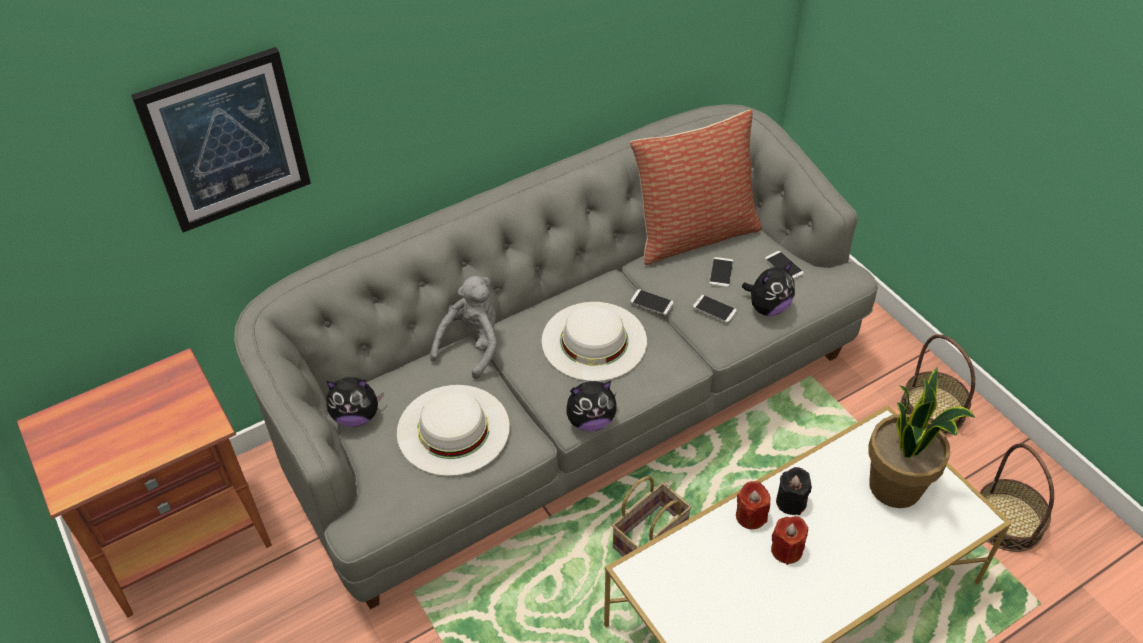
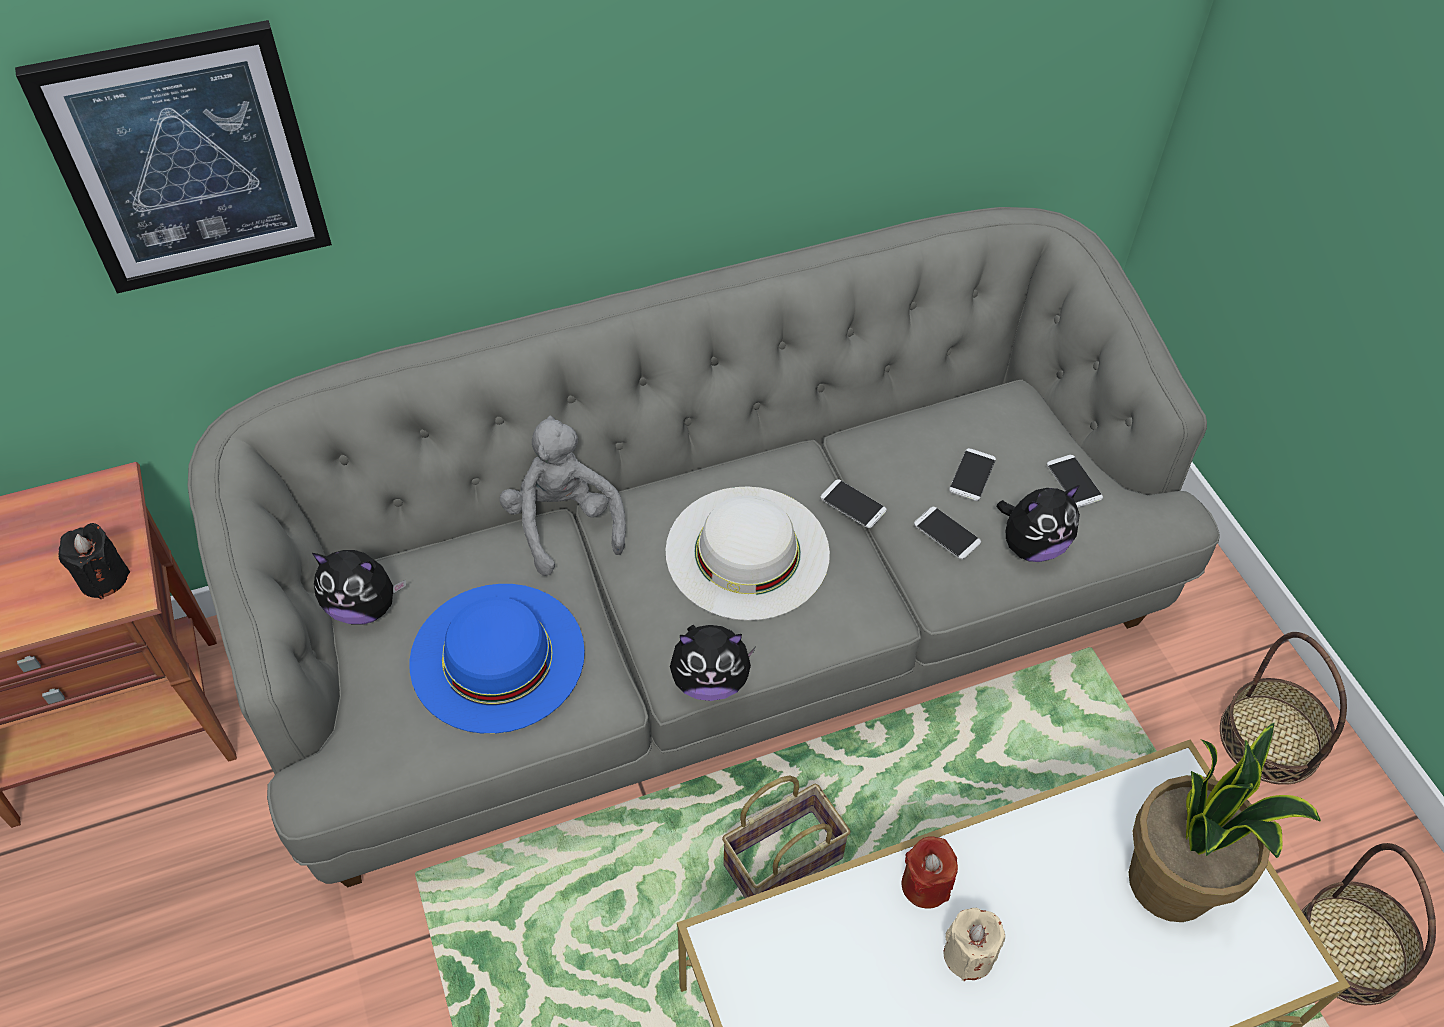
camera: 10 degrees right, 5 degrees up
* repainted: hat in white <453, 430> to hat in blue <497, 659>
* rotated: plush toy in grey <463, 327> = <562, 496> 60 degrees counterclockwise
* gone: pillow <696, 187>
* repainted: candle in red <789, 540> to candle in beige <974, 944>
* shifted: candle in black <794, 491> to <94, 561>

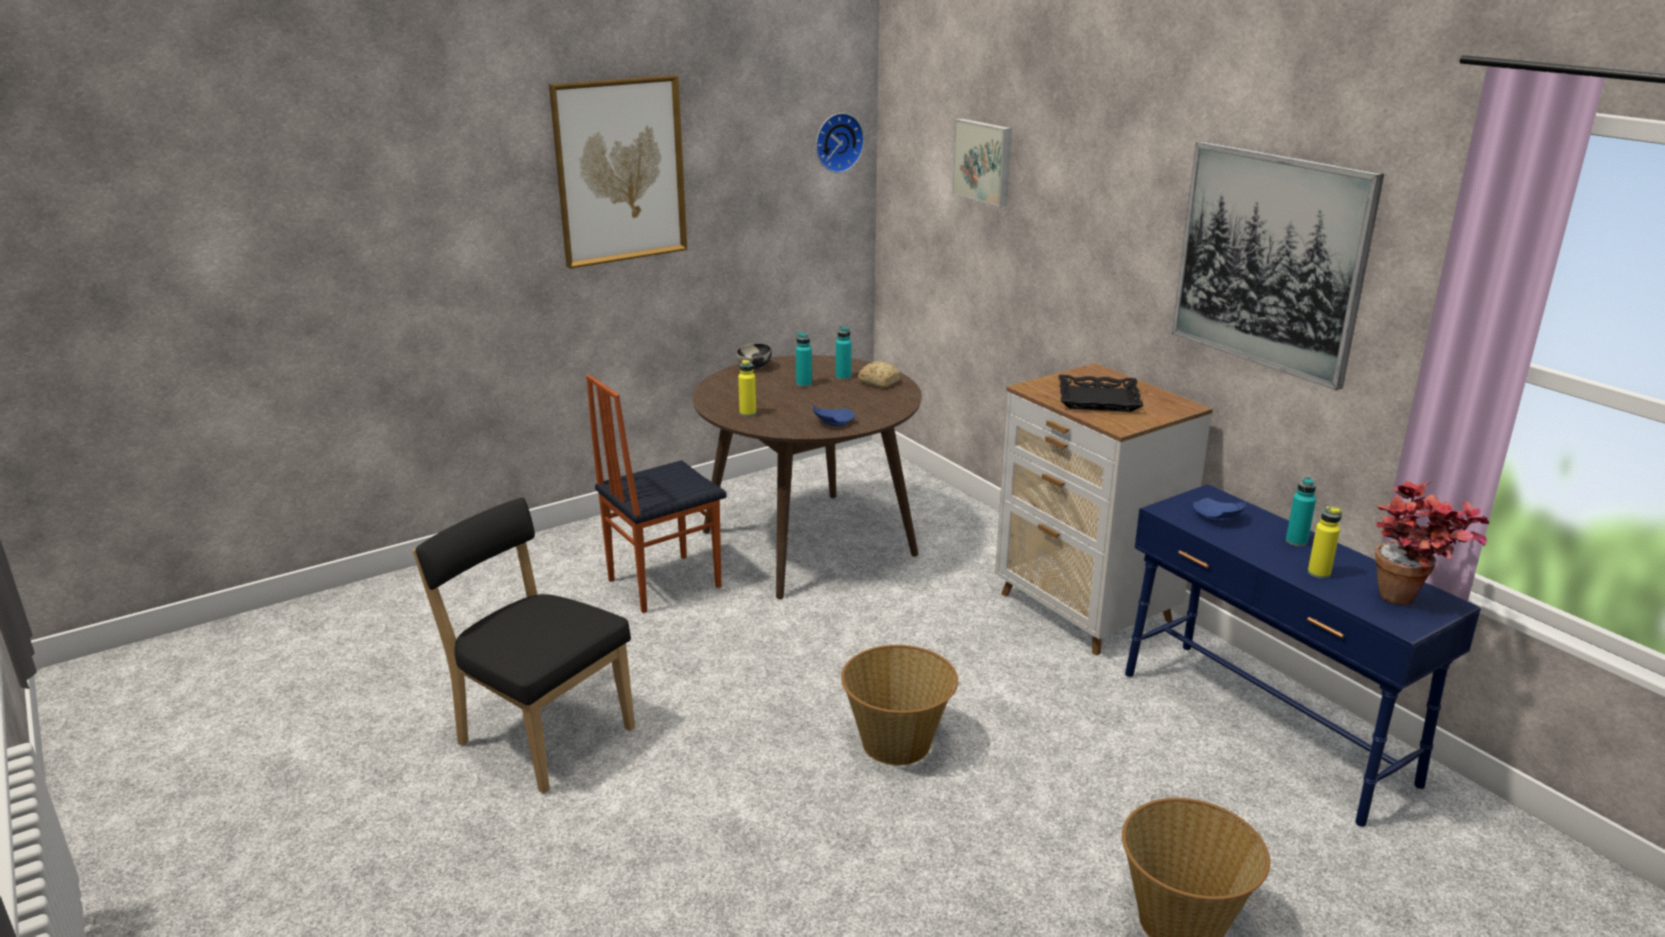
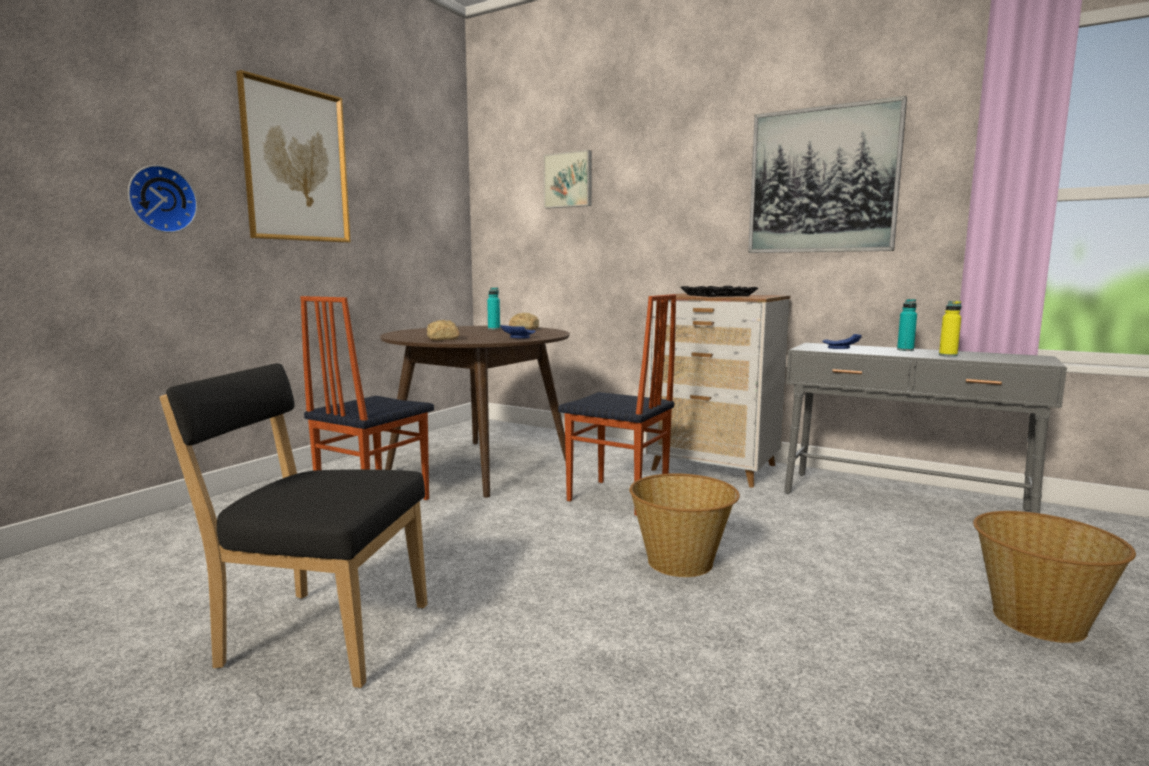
camera: 25 degrees left, 15 degrees down
* gone: bowl <754, 356>
* swapped: bottle in yellow <747, 388> to bread <443, 330>
* gone: bottle in turquoise <804, 360>
* shifted: wall clock <840, 143> to <163, 199>
* repainted: console table in blue <1303, 655> to console table in grey <925, 428>
* gone: potted plant <1432, 543>
* new: chair <617, 405>

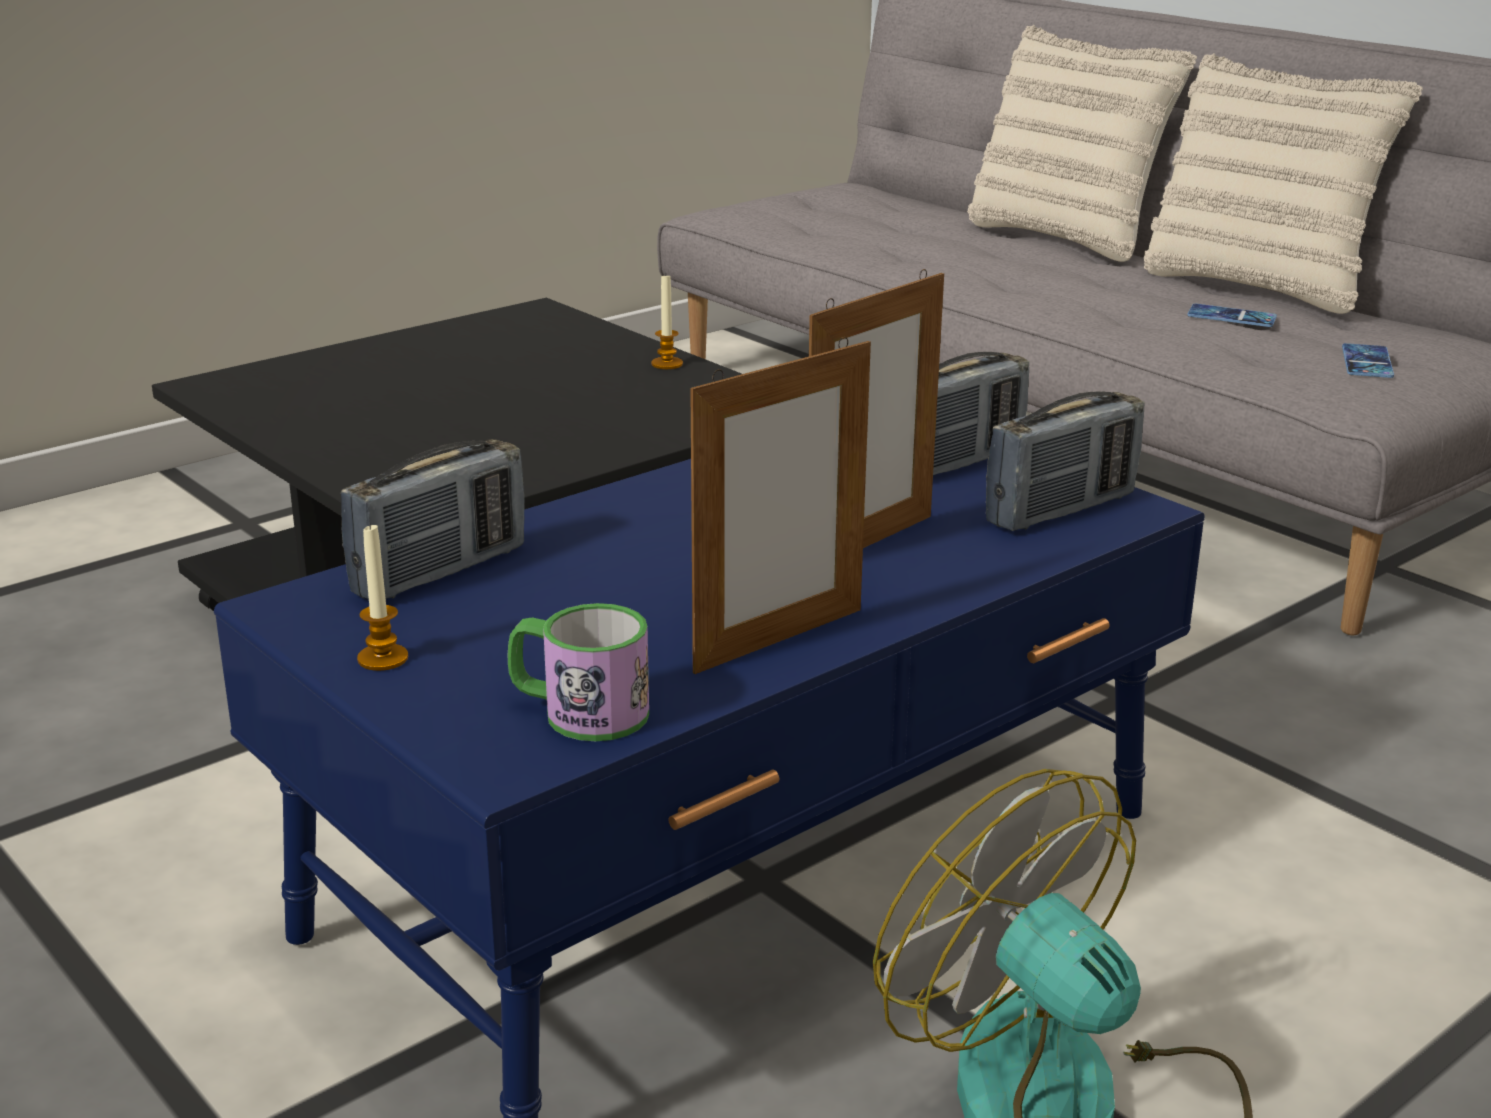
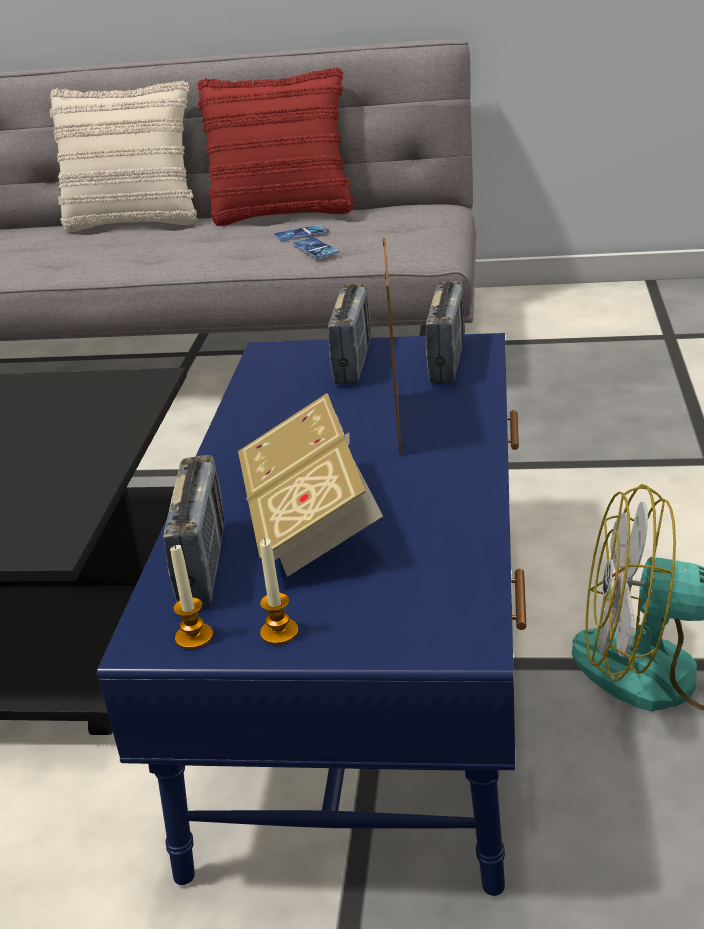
camera: 40 degrees left, 5 degrees up
* gone: mug <578, 672>
* shifted: candle <667, 321> to <191, 597>
* gone: picture frame <780, 505>
* repainted: pillow in beige <1283, 183> to pillow in red <275, 146>
* shifted: phone <1368, 360> to <316, 247>
* new: book <310, 485>

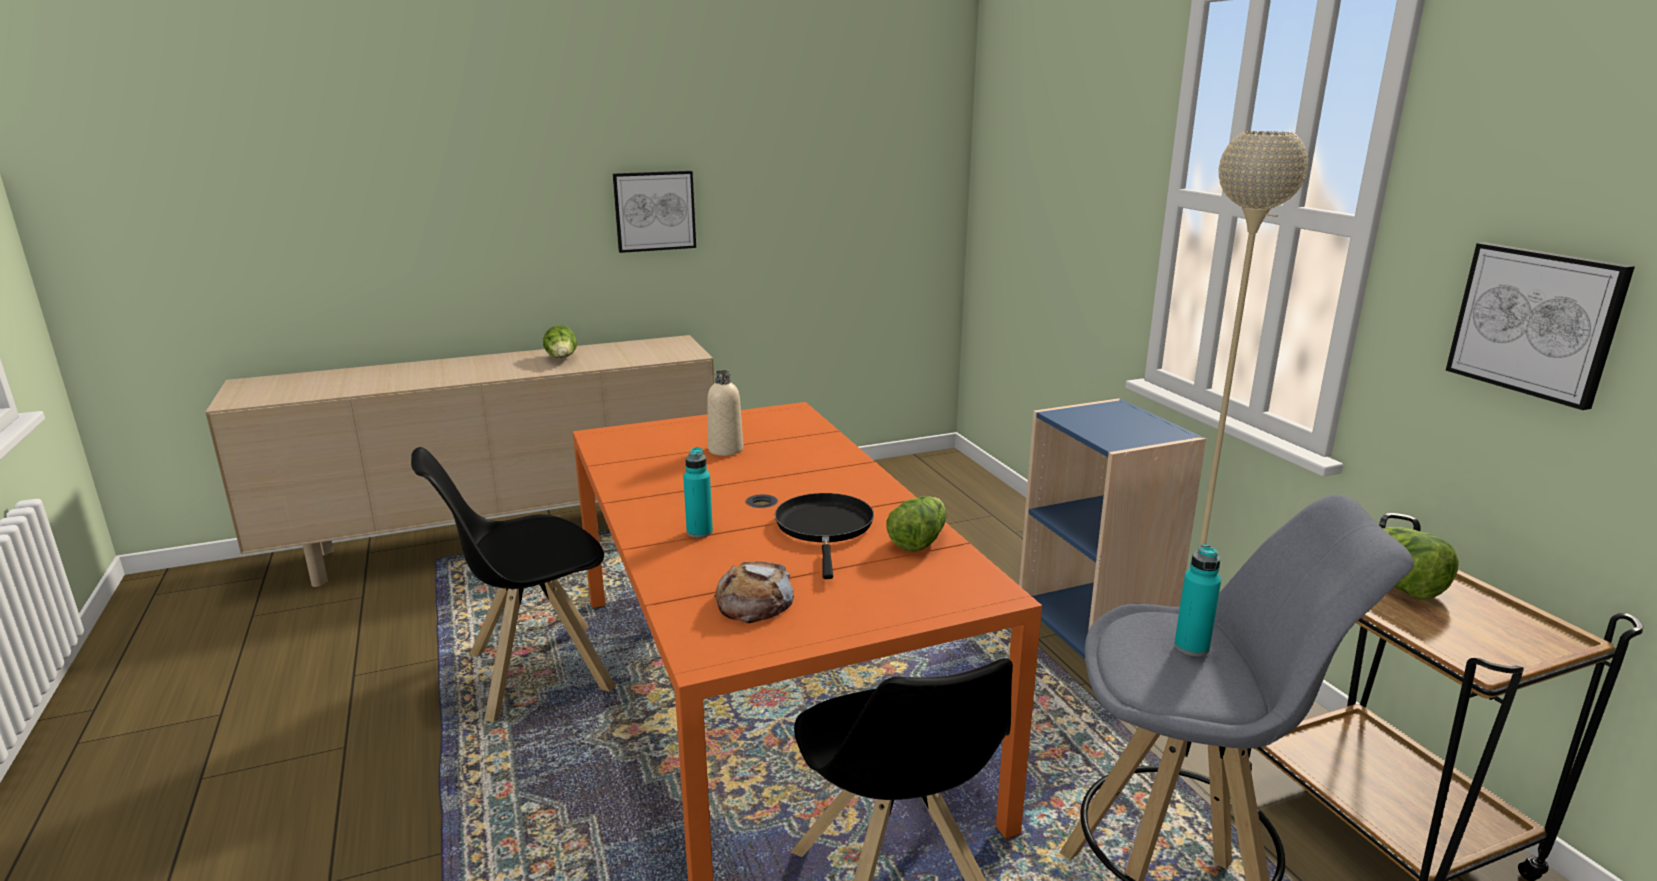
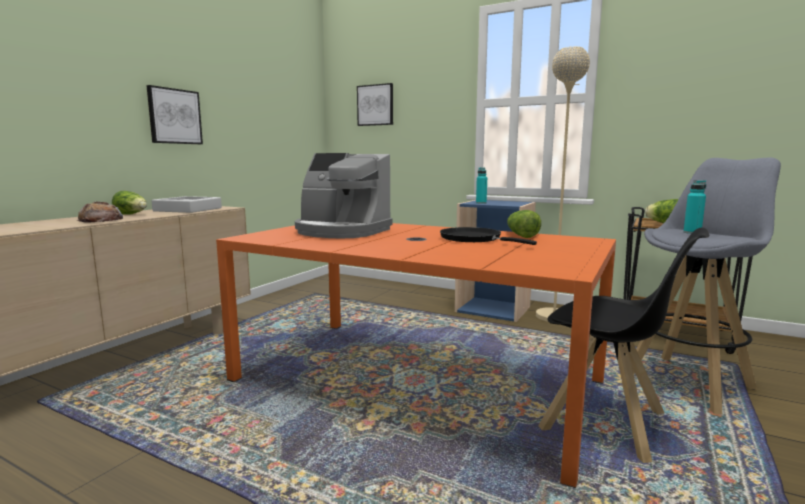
camera: 40 degrees left, 10 degrees down
* gone: chair in black <513, 584>
* shifted: bottle in turquoise <698, 492> to <481, 185>
* swapped: bottle in beige <725, 413> to coffee machine <344, 196>
* shifted: bread <754, 592> to <99, 211>
* shifted: picture <1540, 326> to <375, 104>
* new: tray in grey <187, 204>

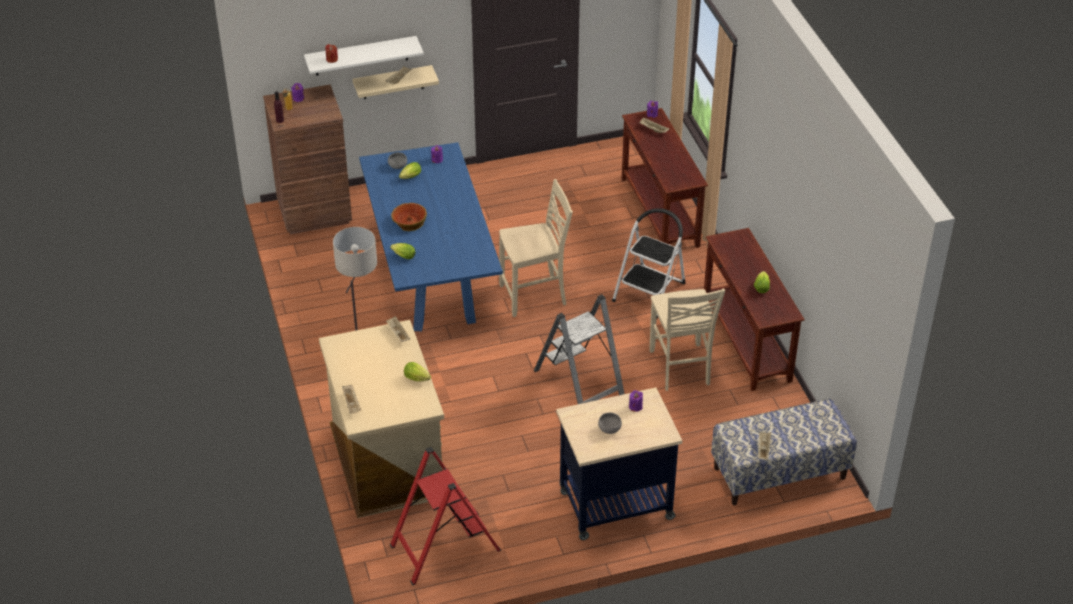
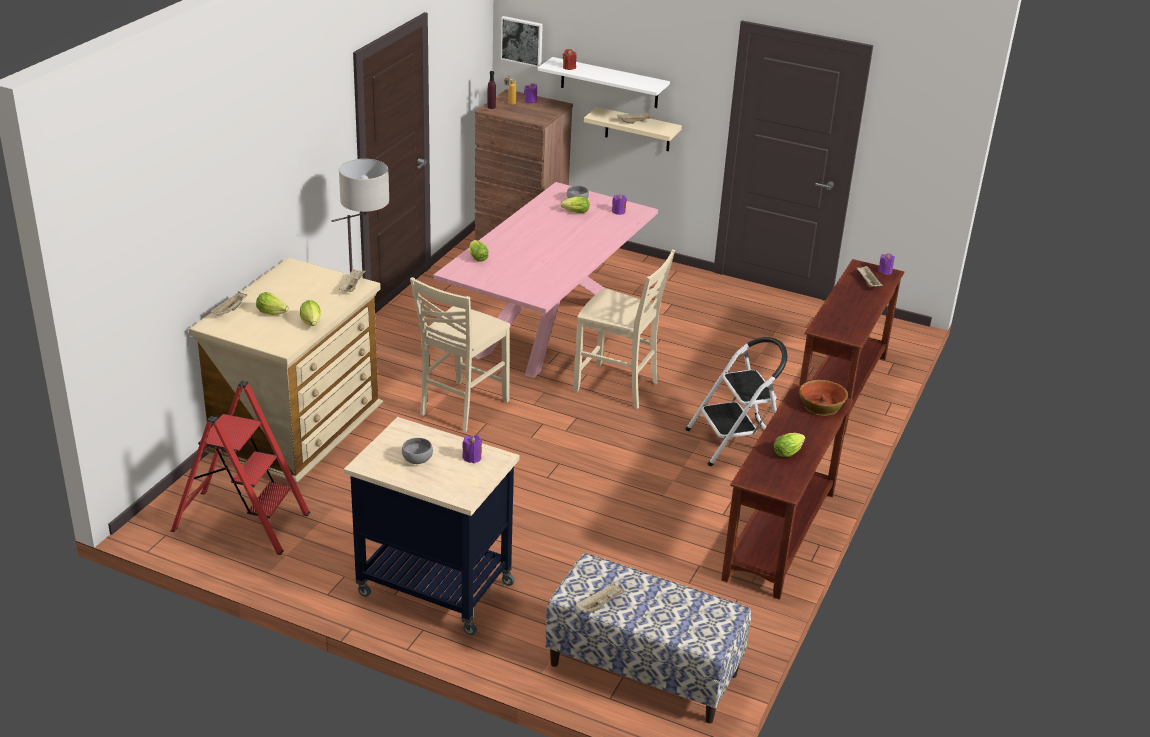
camera: 40 degrees right, 10 degrees down
* repainted: dining table in blue <431, 236> to dining table in pink <545, 280>
* shifted: bowl <409, 217> to <823, 398>
* gone: step ladder in grey <579, 349>
* shifted: chair in beige <687, 340> to <460, 354>
* new: lettuce <272, 303>
* new: picture <521, 41>

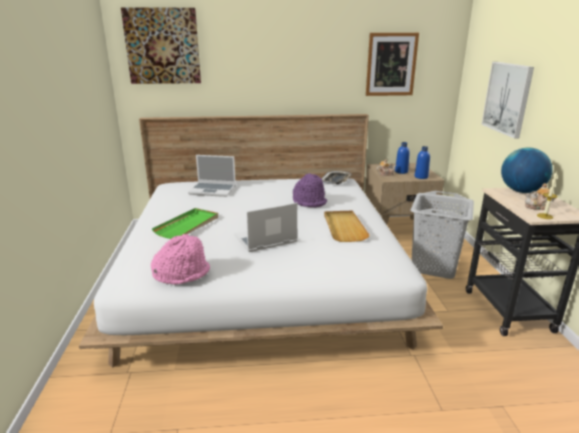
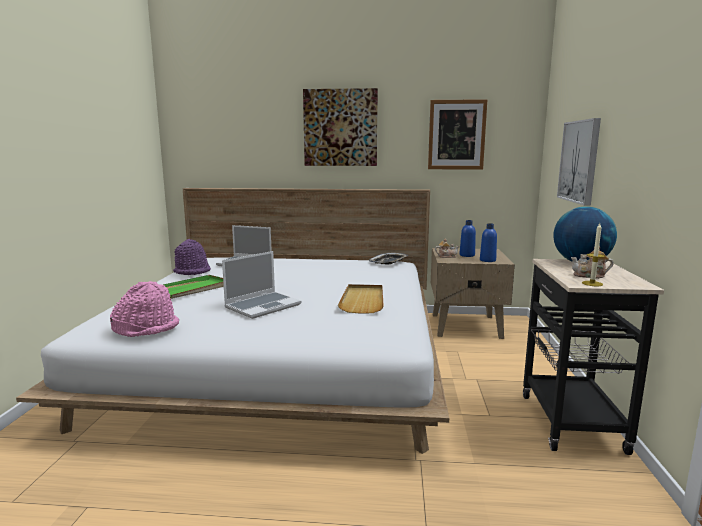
camera: 10 degrees right, 10 degrees down
* shifted: picture <161, 45> to <340, 127>
* rotated: laptop <265, 227> = <261, 285> 150 degrees clockwise
* shifted: hat in purple <310, 190> to <192, 257>
* gone: laundry basket in grey <442, 235>

